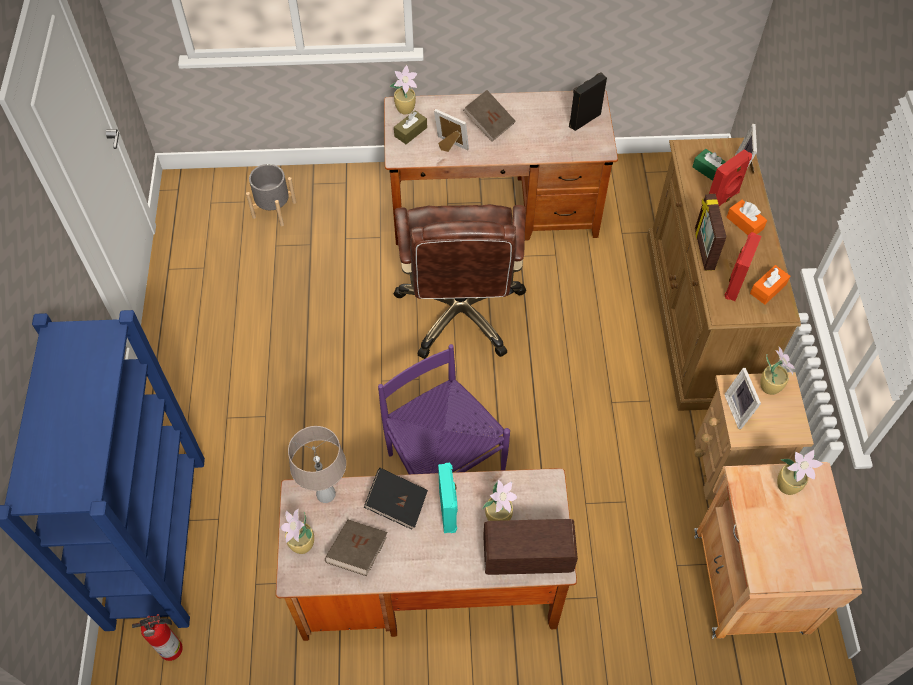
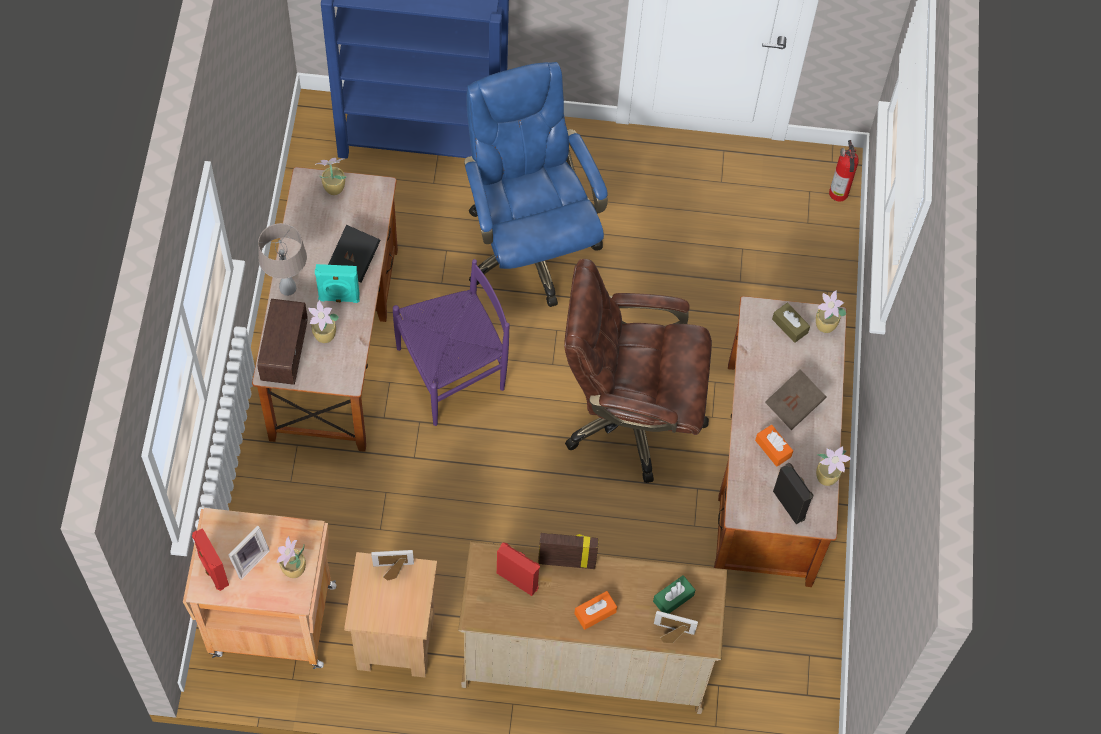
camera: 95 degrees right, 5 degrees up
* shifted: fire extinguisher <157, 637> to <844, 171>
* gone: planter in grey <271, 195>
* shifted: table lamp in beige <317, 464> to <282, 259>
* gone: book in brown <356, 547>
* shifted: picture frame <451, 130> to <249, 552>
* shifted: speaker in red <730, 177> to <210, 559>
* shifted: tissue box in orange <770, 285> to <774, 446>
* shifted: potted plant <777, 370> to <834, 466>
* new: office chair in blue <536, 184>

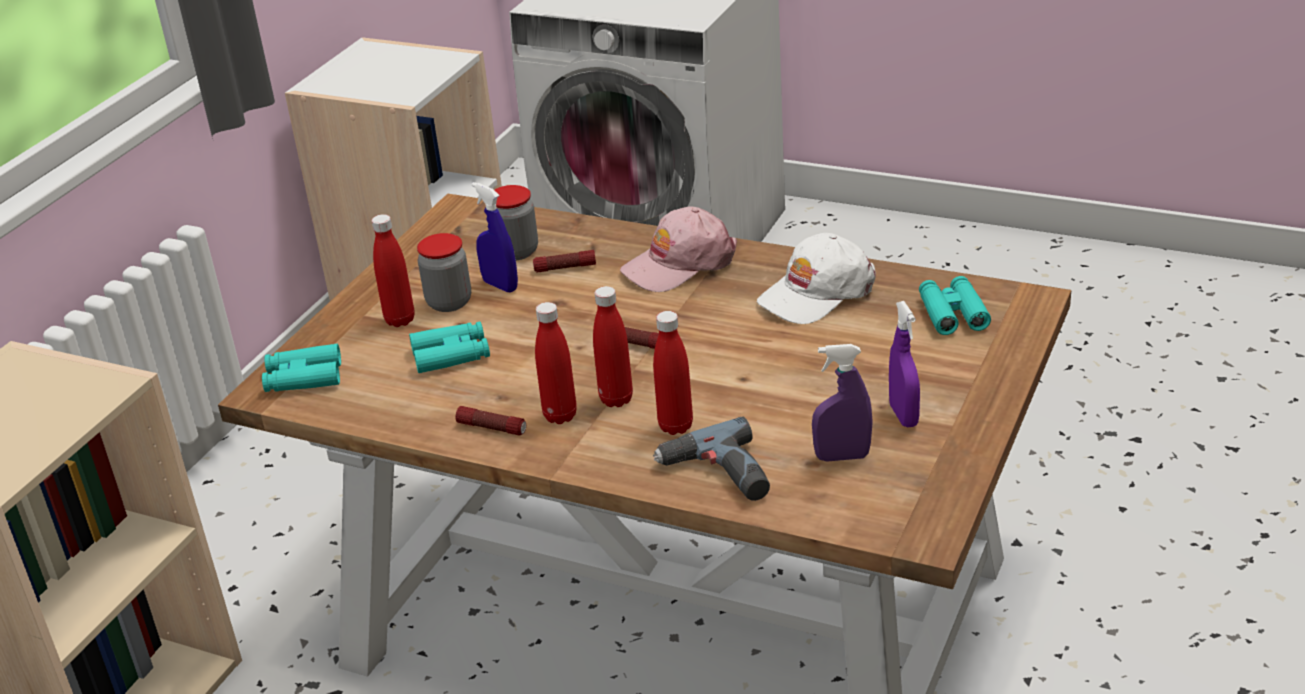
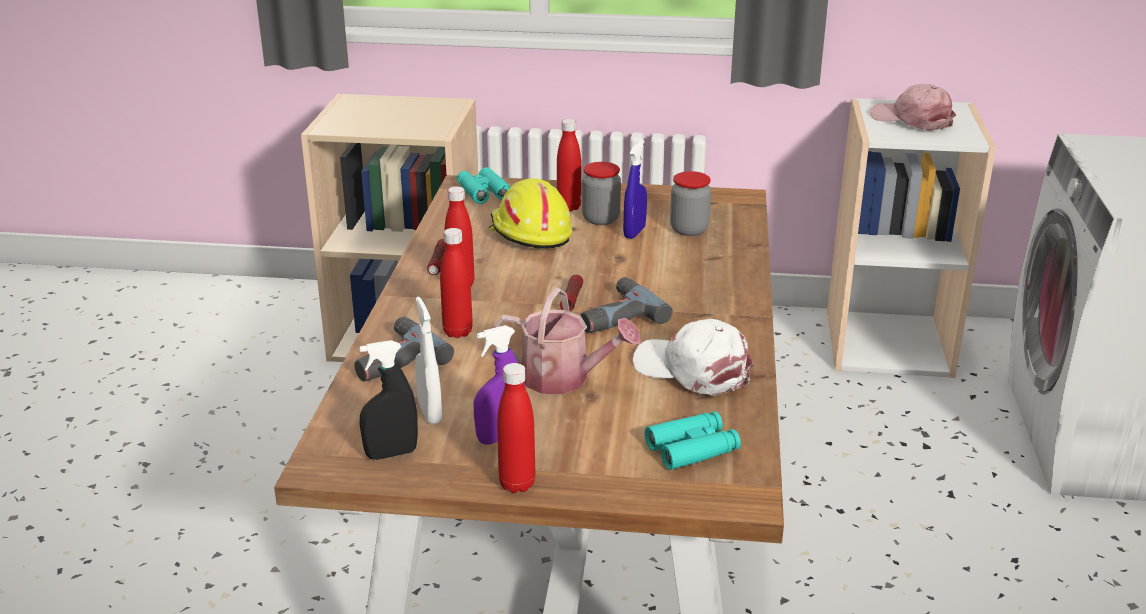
camera: 70 degrees right, 5 degrees down
* swapped: binoculars in turquoise <449, 347> to hard hat in yellow <530, 213>
* gone: flashlight <564, 261>
* shifted: bottle in red <613, 346> to <516, 428>
* shifted: cap in pink <678, 249> to <913, 107>
* repainted: spray bottle in purple <842, 403> to spray bottle in white <428, 360>
* new: spray bottle in black <389, 400>
* new: watering can <567, 341>
* new: power drill <627, 305>

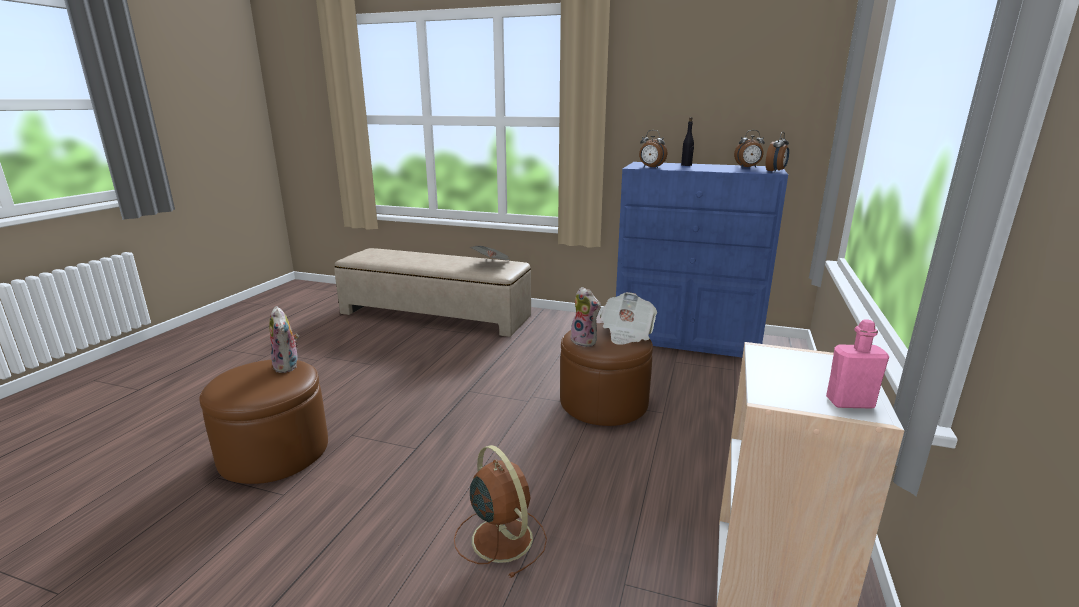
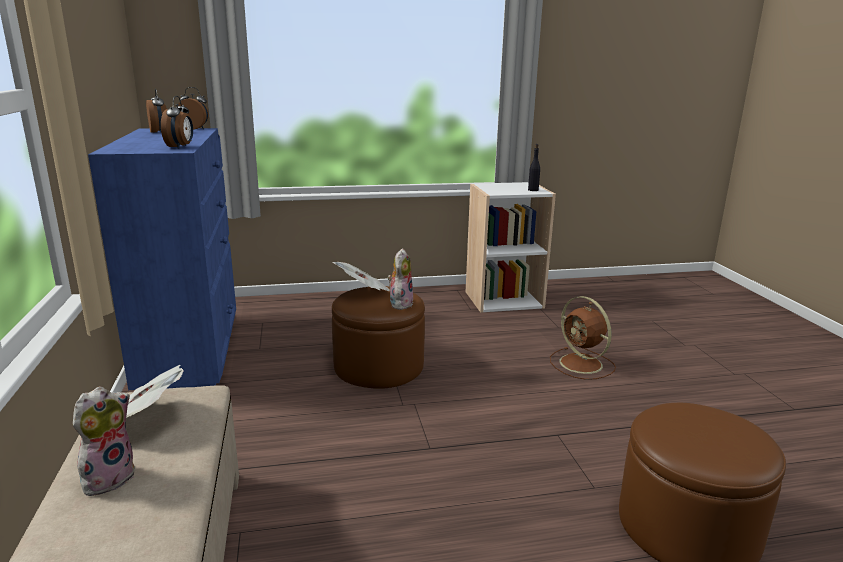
camera: 120 degrees left, 0 degrees up
* shifted: plush toy <284, 339> to <104, 441>
* rotated: fan in brown <500, 511> = <583, 338> 60 degrees counterclockwise
* shifted: bottle in black <687, 141> to <534, 167>
* gone: bottle in pink <857, 364>

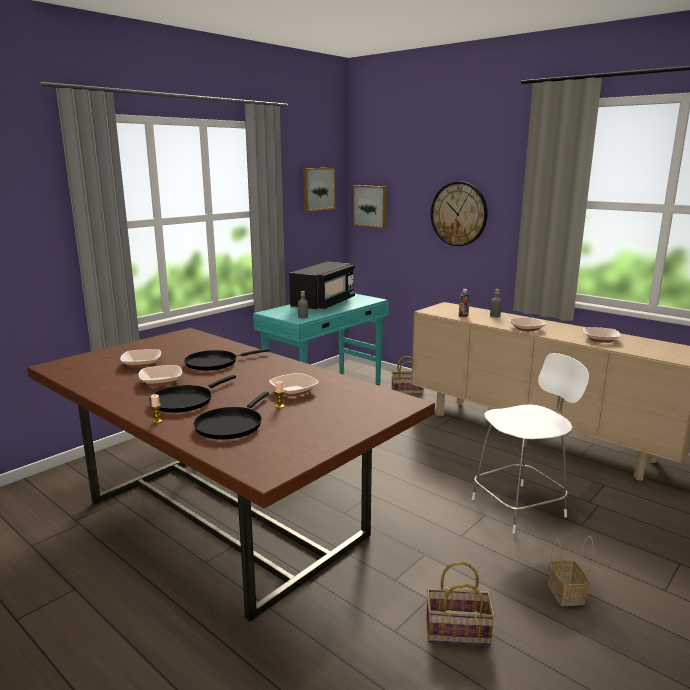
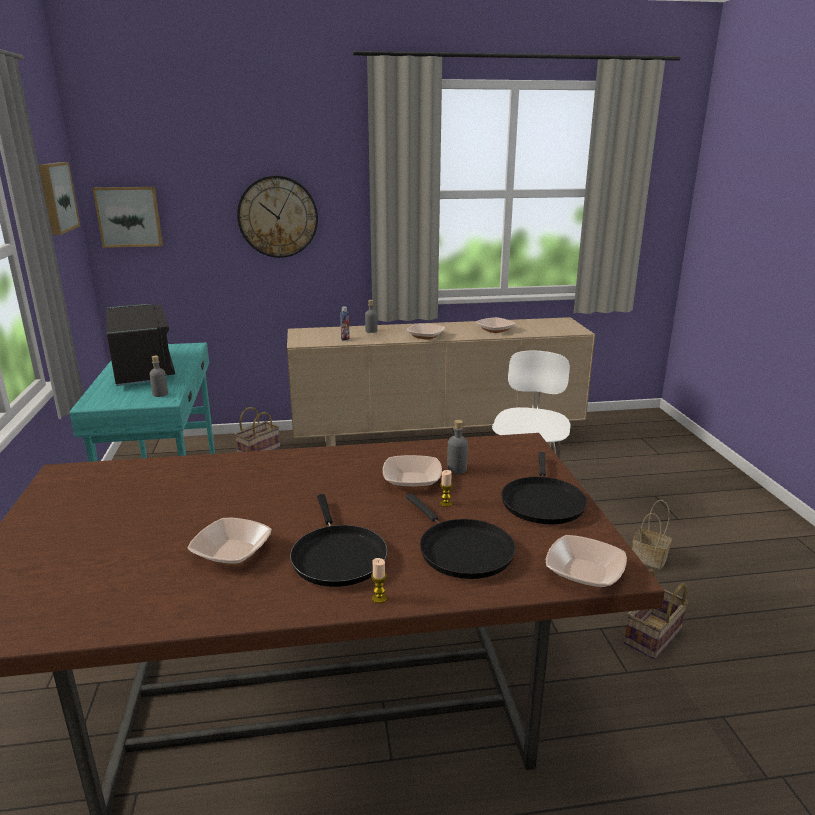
camera: 50 degrees left, 5 degrees up
* shifted: bowl <140, 358> to <586, 561>
* shifted: frying pan in black <227, 359> to <544, 488>
* new: bottle in grey <457, 447>

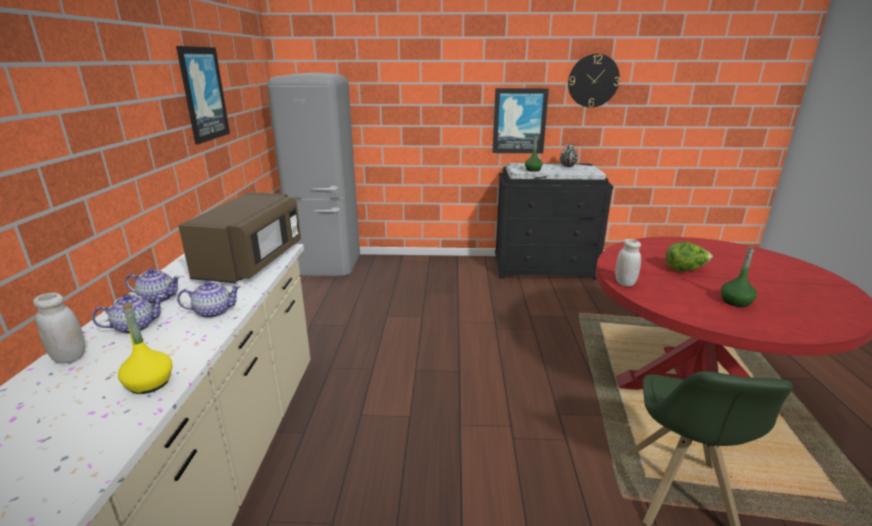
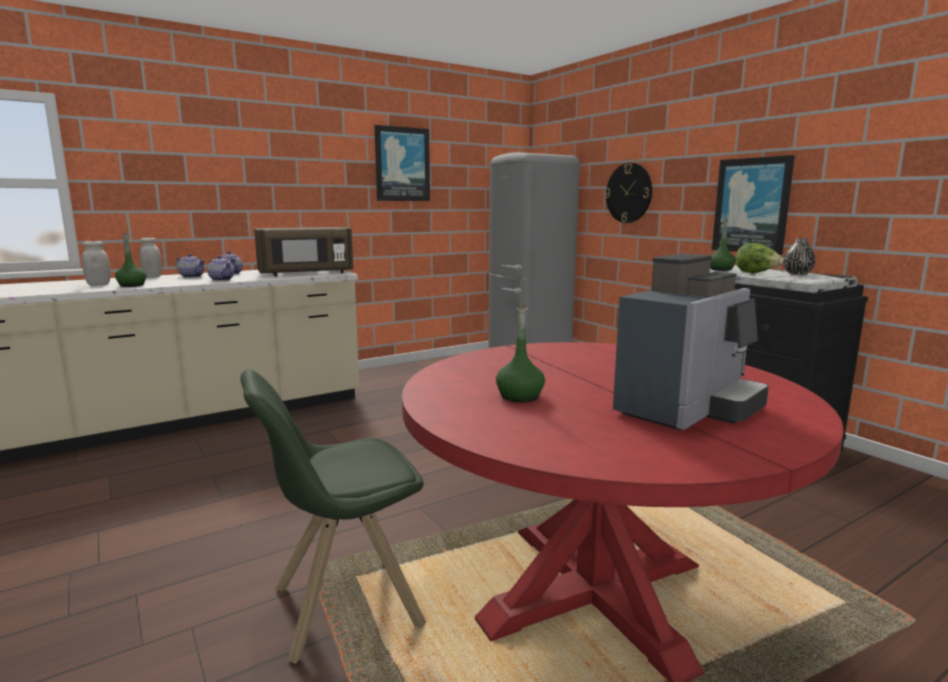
camera: 55 degrees right, 10 degrees down
* repainted: bottle in yellow <145, 348> to bottle in green <130, 260>
* shifted: wall clock <594, 80> to <628, 193>
* shifted: jar in white <628, 263> to <96, 263>
* shifted: lettuce <689, 257> to <760, 258>
* new: coffee machine <691, 342>

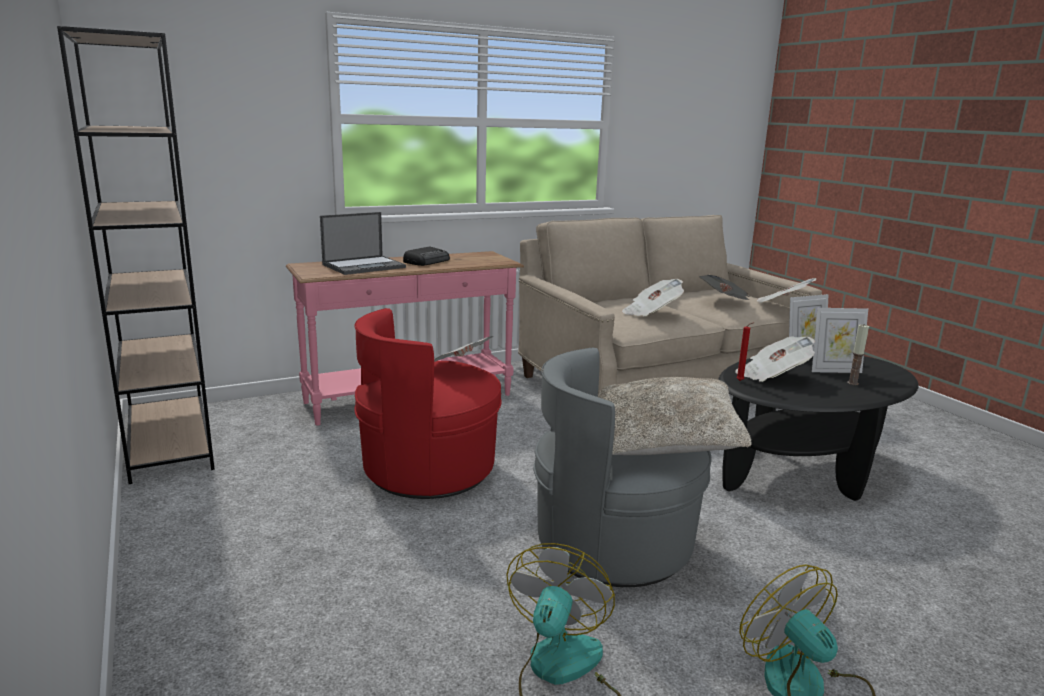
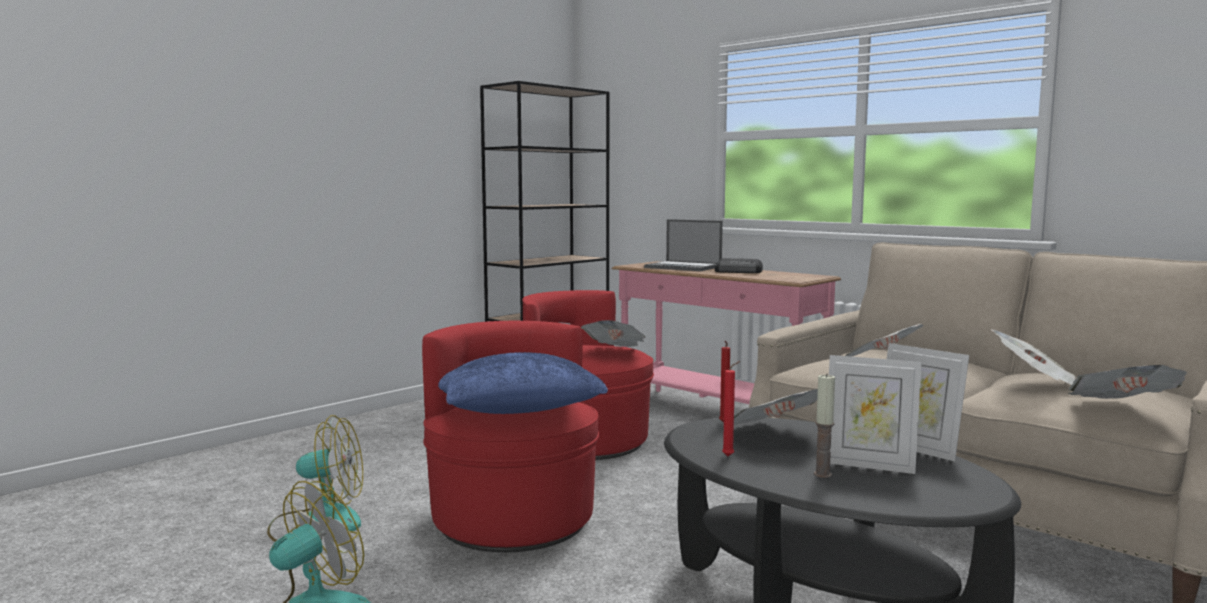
camera: 70 degrees right, 10 degrees down
* repainted: armchair in grey <622, 467> to armchair in red <510, 436>
* repainted: pillow in beige <674, 416> to pillow in blue <523, 383>
* rotated: picture frame <840, 340> = <875, 414> 45 degrees counterclockwise
* new: candle in red <731, 408>

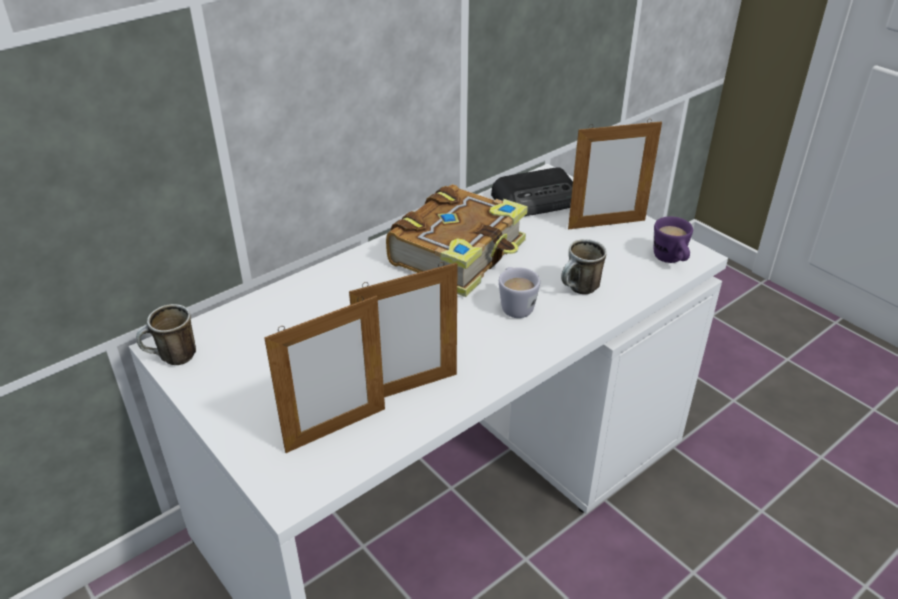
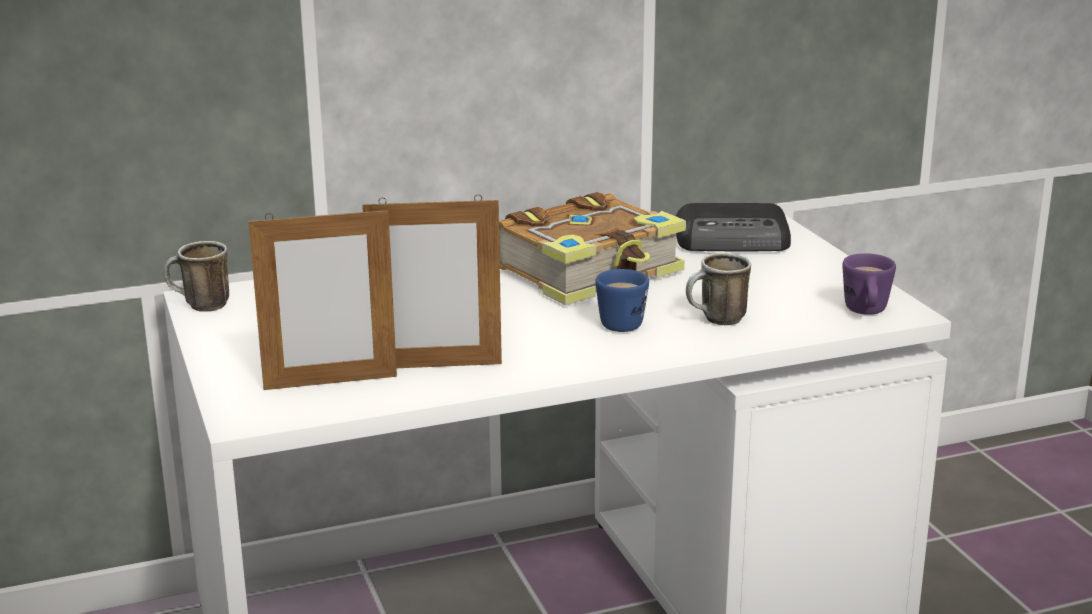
camera: 20 degrees right, 15 degrees down
* repainted: mug in white <519, 292> to mug in blue <622, 300>
* gone: picture frame <615, 174>

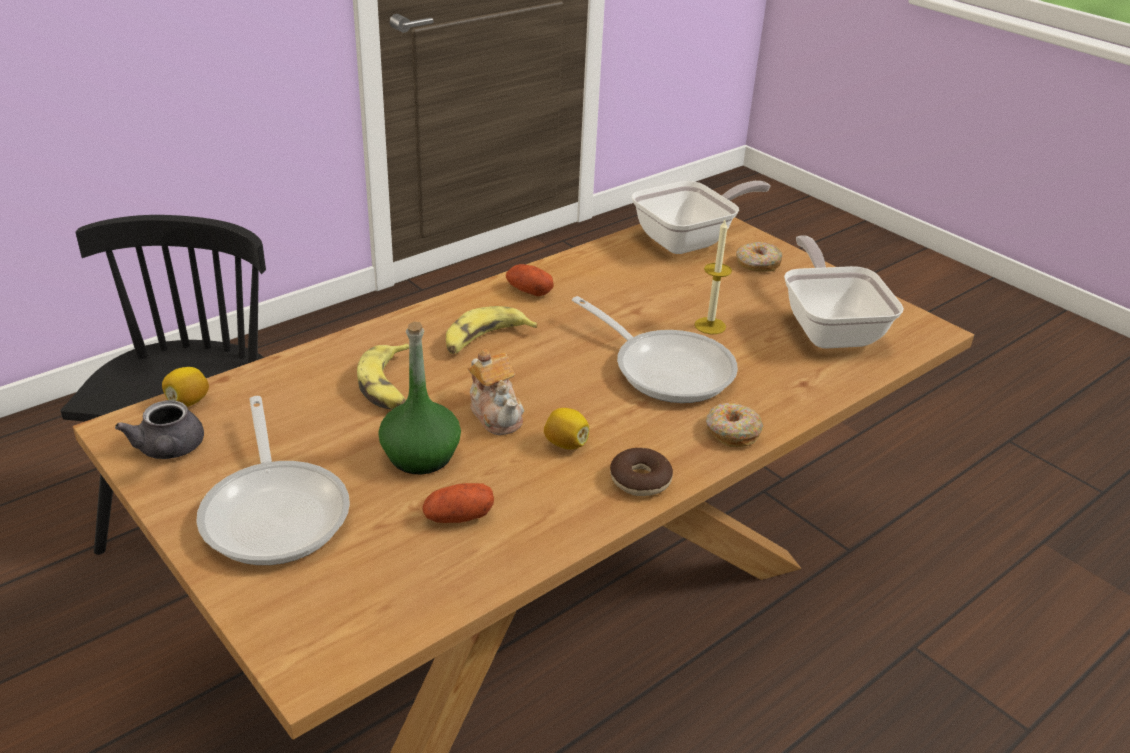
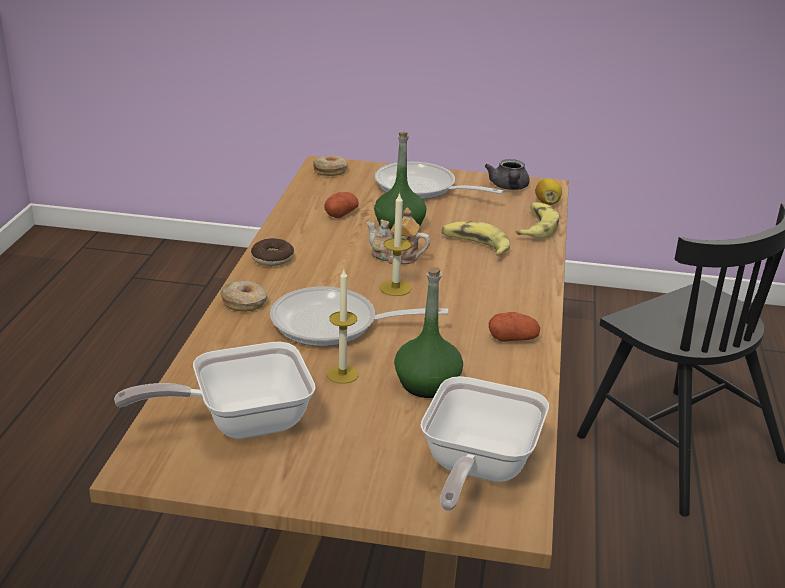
camera: 140 degrees right, 5 degrees down
* rotated: teapot in grey <159, 429> = <507, 174> 120 degrees counterclockwise
* shifted: banana <492, 330> to <537, 220>
* gone: lemon <566, 428>
* shifted: donut <759, 257> to <330, 165>
* rotated: frying pan <844, 292> = <215, 390> 120 degrees clockwise
* new: candle <396, 244>
* new: bottle in green <428, 332>

